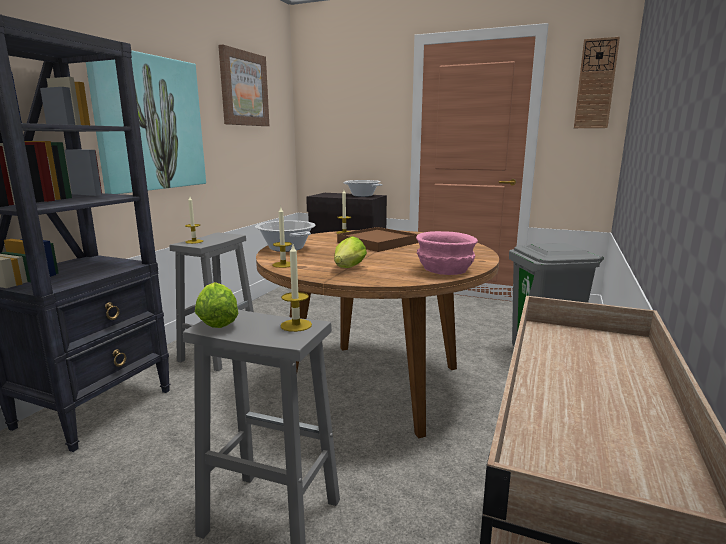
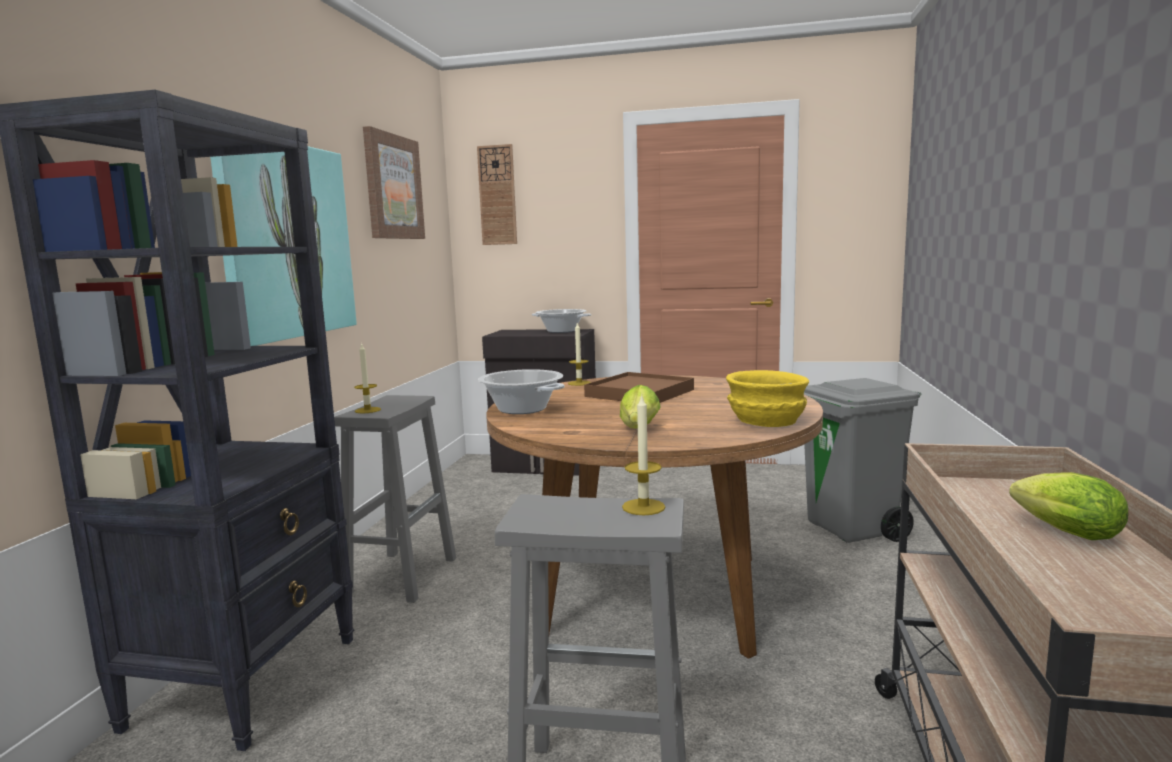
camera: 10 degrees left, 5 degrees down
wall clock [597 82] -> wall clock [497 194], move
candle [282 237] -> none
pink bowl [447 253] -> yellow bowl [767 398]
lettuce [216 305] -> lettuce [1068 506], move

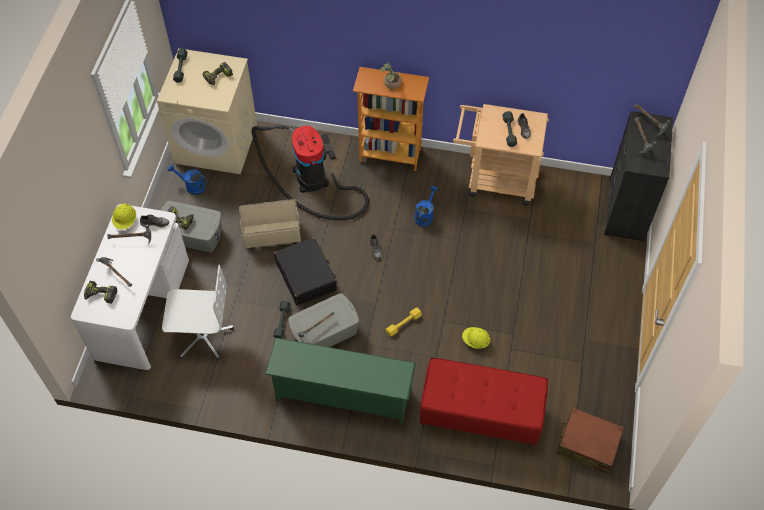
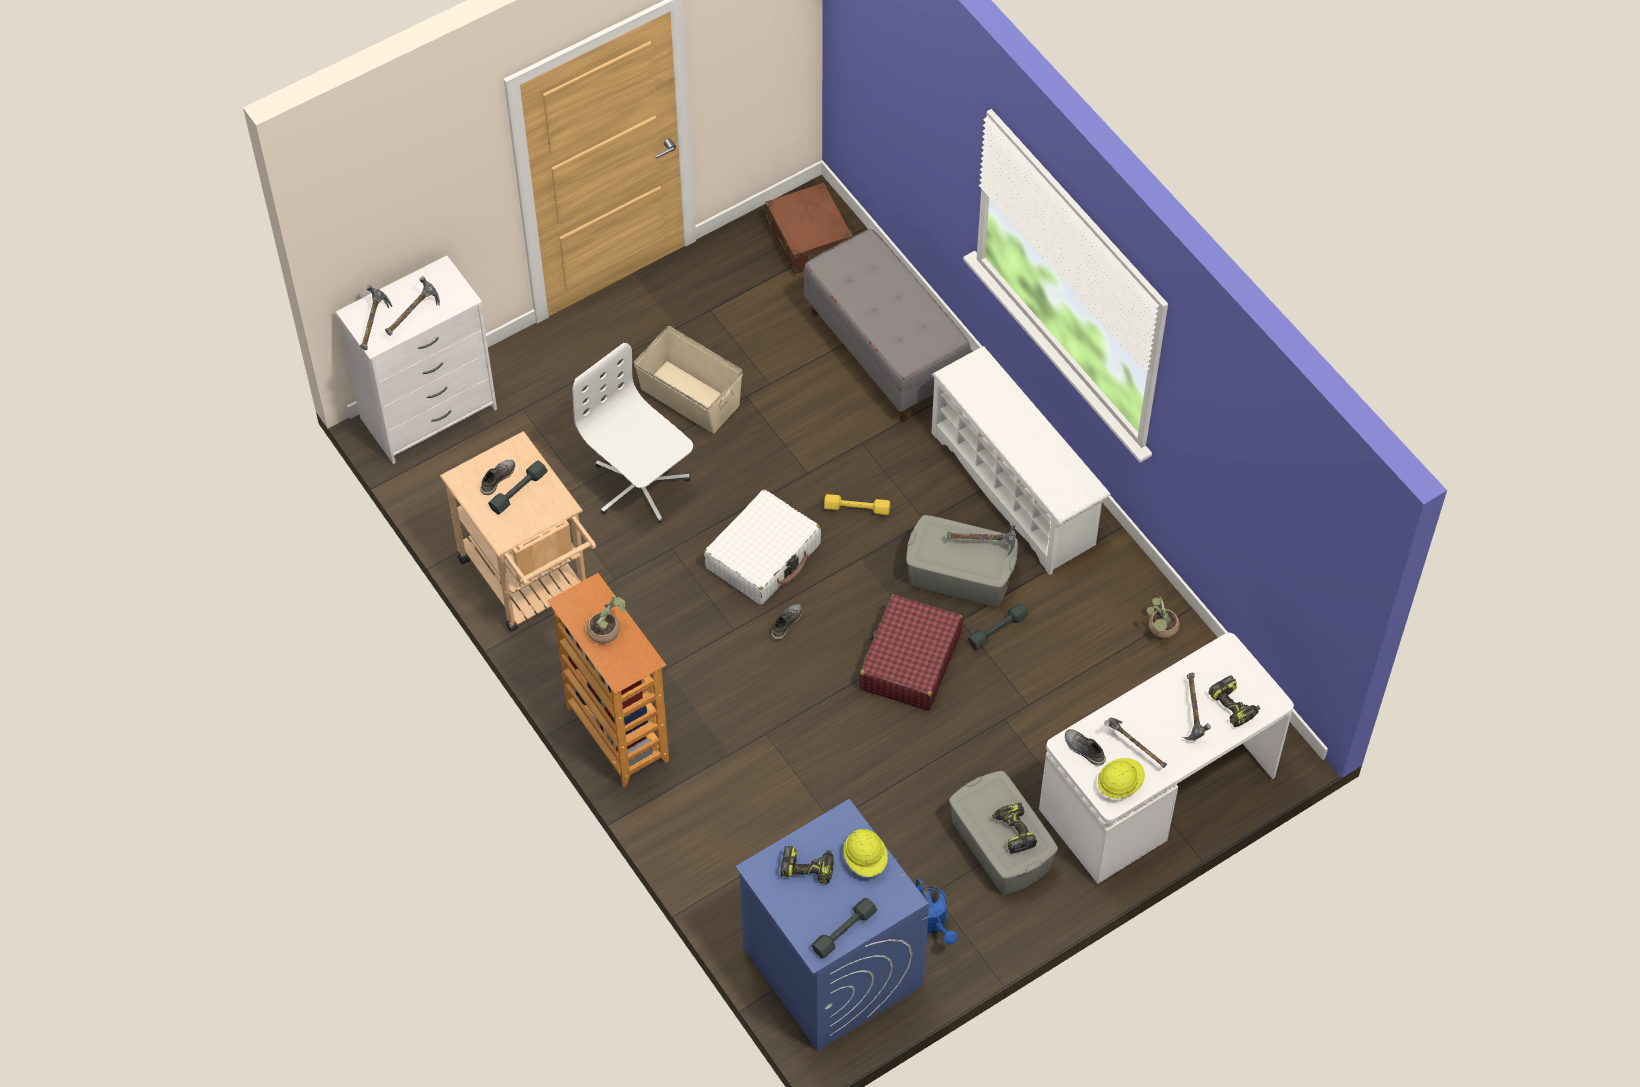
camera: 135 degrees left, 0 degrees up
beige washing machine [207 111] -> blue washing machine [832 925]
black dresser [638 176] -> white dresser [416 359]
vacuum cleaner [310 173] -> none
blue watering can [426 206] -> none
beige storage box [270 223] -> beige storage box [688 379], move
black suitcase [305 271] -> red suitcase [910 652]
white office chair [198 312] -> white office chair [632 433], move
yellow hard hat [476 338] -> yellow hard hat [866 853], move
green shoe rack [340 381] -> white shoe rack [1021 460]
red bench [484 403] -> grey bench [887 325]
none -> white suitcase [762 547]
none -> potted plant [1163 617]

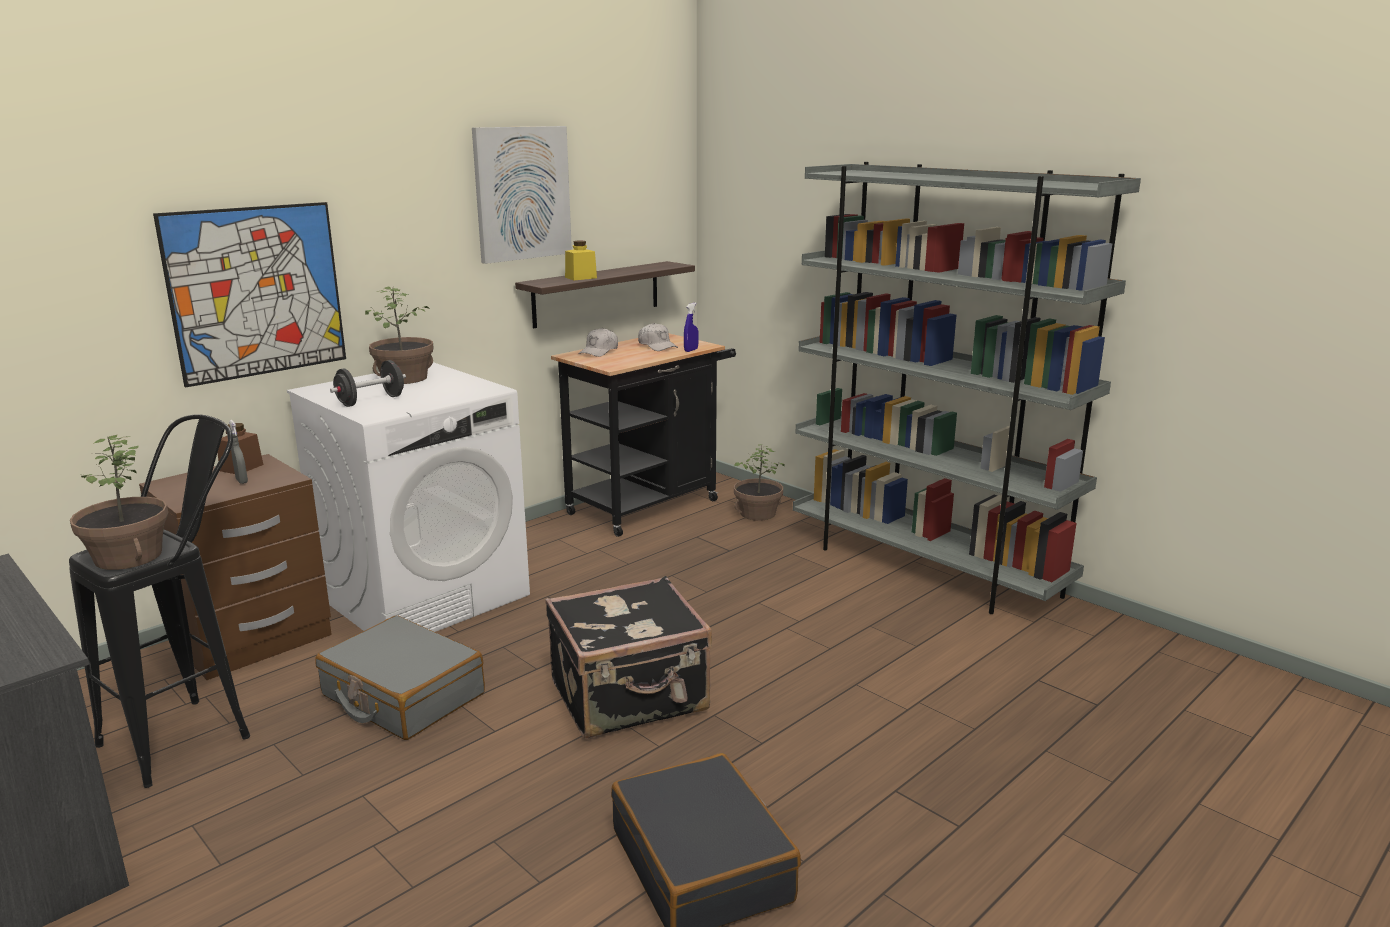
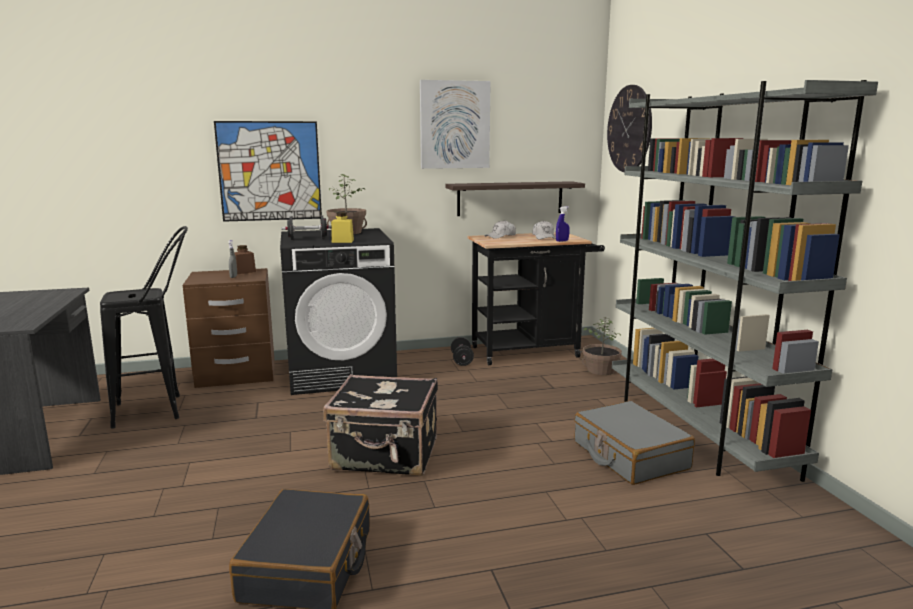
camera: 30 degrees right, 5 degrees down
yellow jar [581 260] -> yellow jar [342 227], move
white washing machine [408 497] -> black washing machine [338 311]
potted plant [119 502] -> none
grey suitcase [400 677] -> grey suitcase [634 443], move
none -> wall clock [629 128]
none -> black dumbbell [462 351]

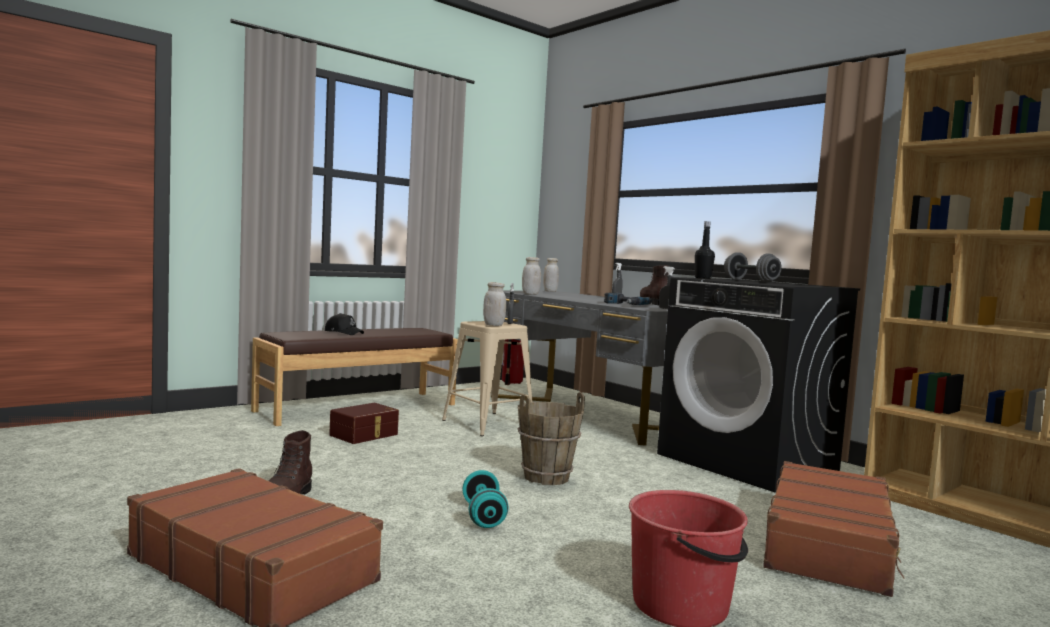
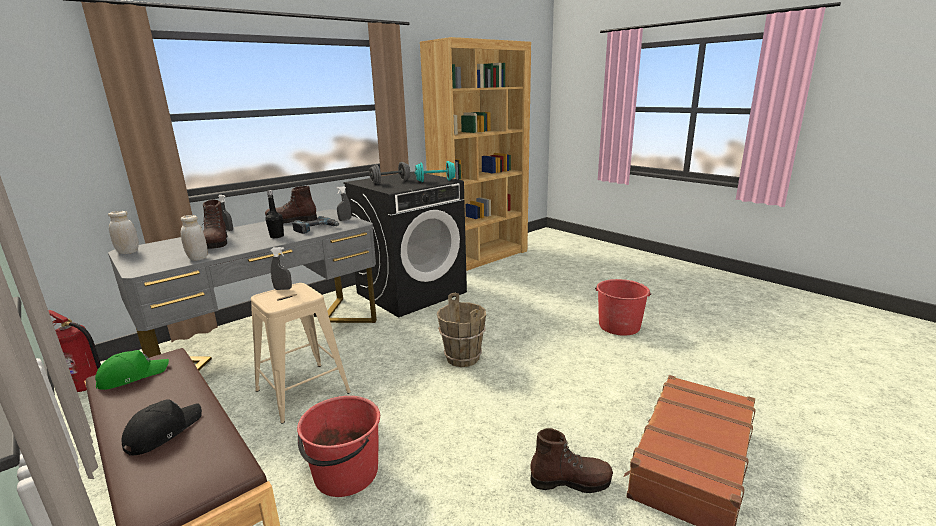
camera: 90 degrees left, 15 degrees up
black bottle [705 250] -> black bottle [274 214], move
white jar [494 304] -> none
brown storage box [364 423] -> red bucket [338 446]
brown suitcase [834 529] -> none
turquoise dumbbell [485 499] -> turquoise dumbbell [435 171], move
none -> brown boot [215 224]
none -> green cap [132 370]

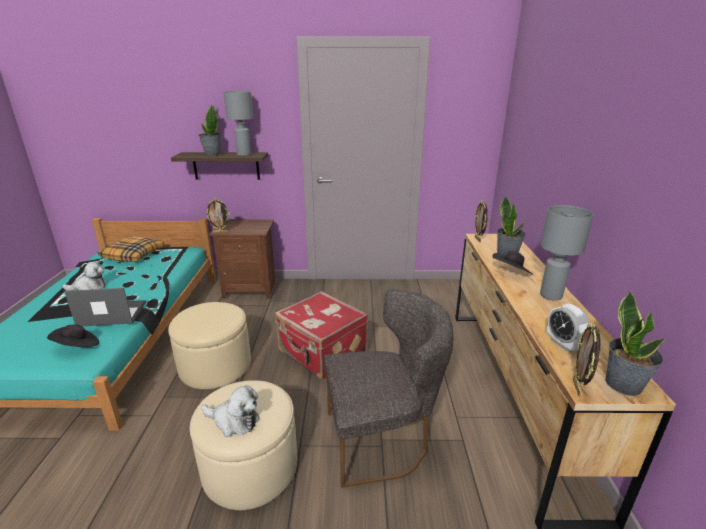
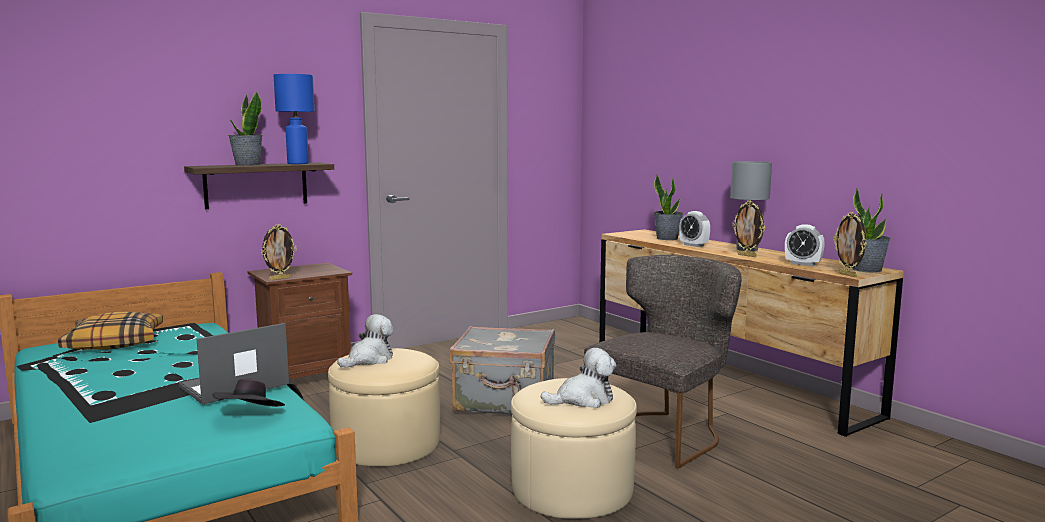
camera: 35 degrees left, 15 degrees down
grey table lamp [238 123] -> blue table lamp [294 119]
picture frame [481 221] -> picture frame [748 229], move
black hat [512 262] -> alarm clock [694 229]
plush toy [84 276] -> plush toy [365 341], move
red suitcase [321 336] -> grey suitcase [502 370]

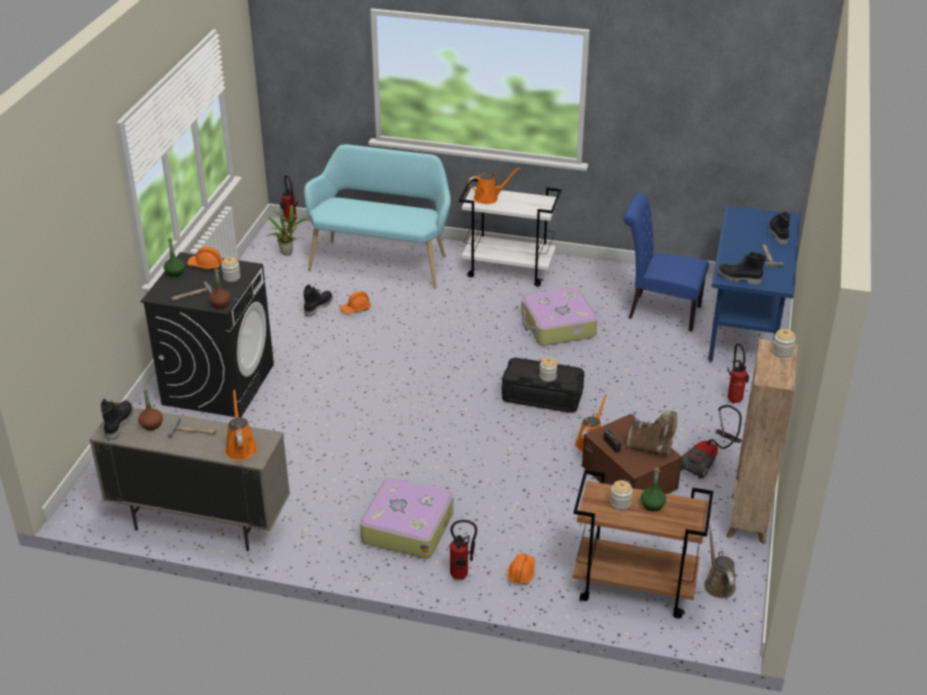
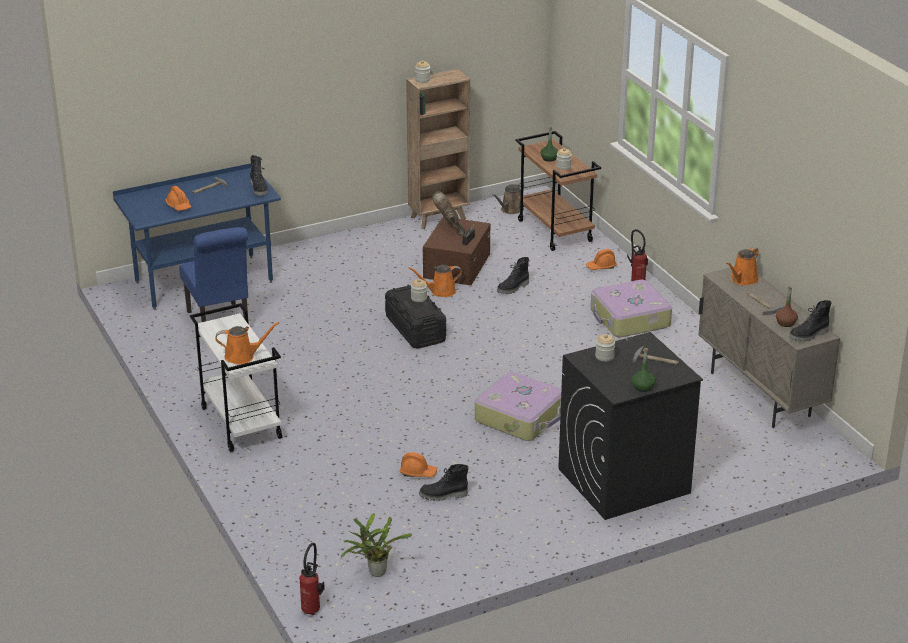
camera: 130 degrees left, 5 degrees down
turquoise bench [377 216] -> none
orange watering can [494 186] -> orange watering can [247 343], 135 degrees clockwise
black boot [780 228] -> black boot [513 275], move
orange hard hat [205 259] -> orange hard hat [178 198], move
brown bottle [220 289] -> none
suitcase [559 316] -> suitcase [518 406], move
fire extinguisher [738 373] -> none
vacuum cleaner [711 442] -> none

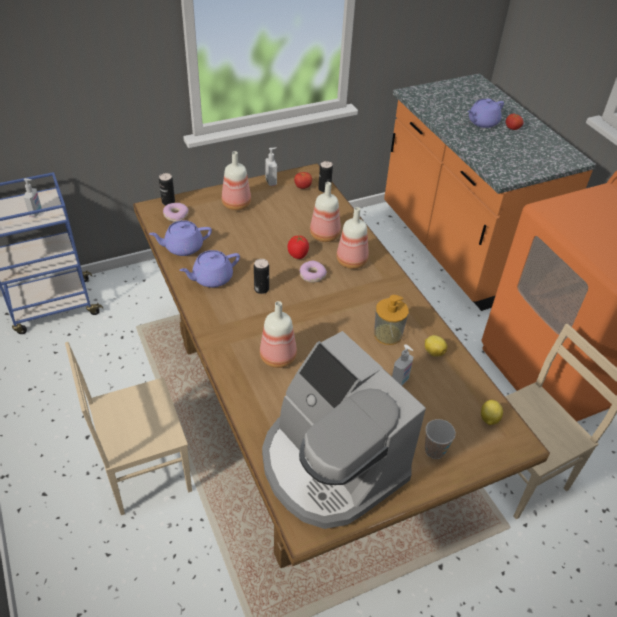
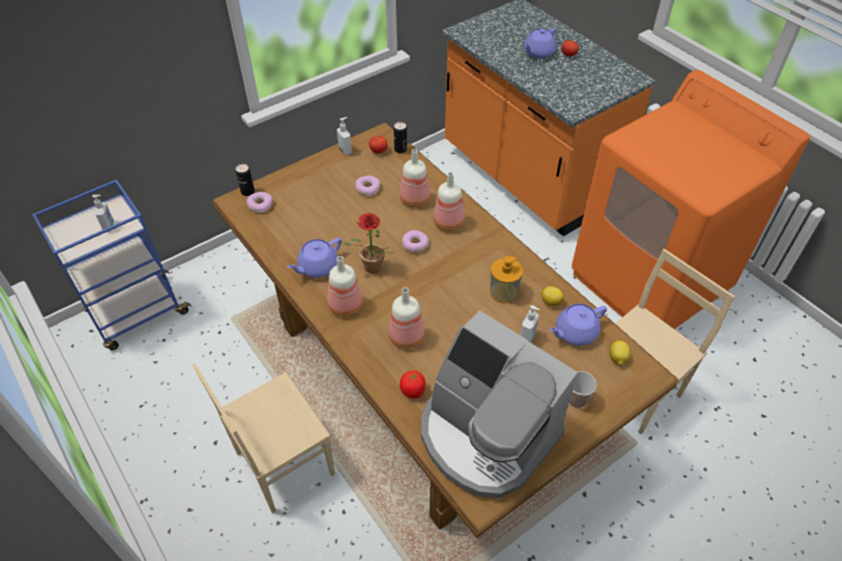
camera: 10 degrees left, 5 degrees up
bottle [236 180] -> bottle [345 286], move
purple teapot [180 238] -> purple teapot [578 324], move
tomato [298 247] -> tomato [413 384], move
can [261 276] -> potted plant [368 243]
none -> donut [367 186]

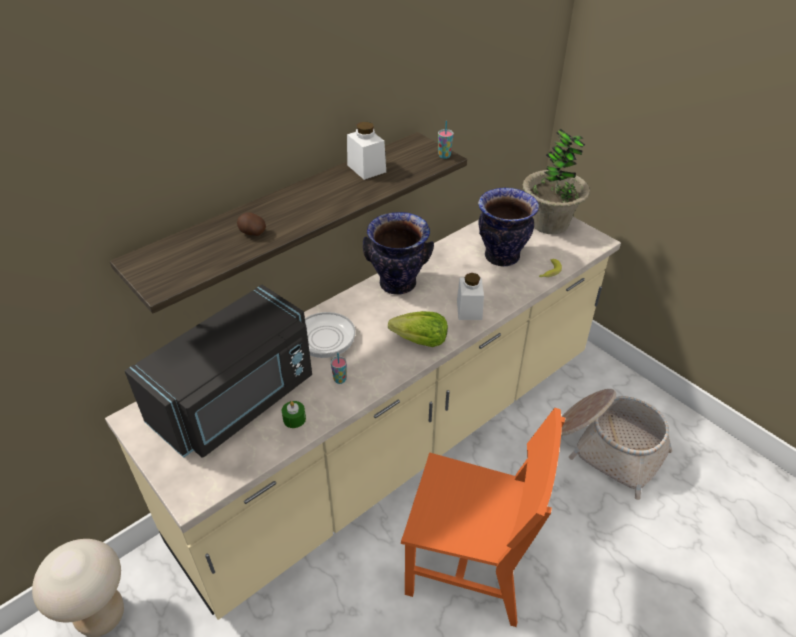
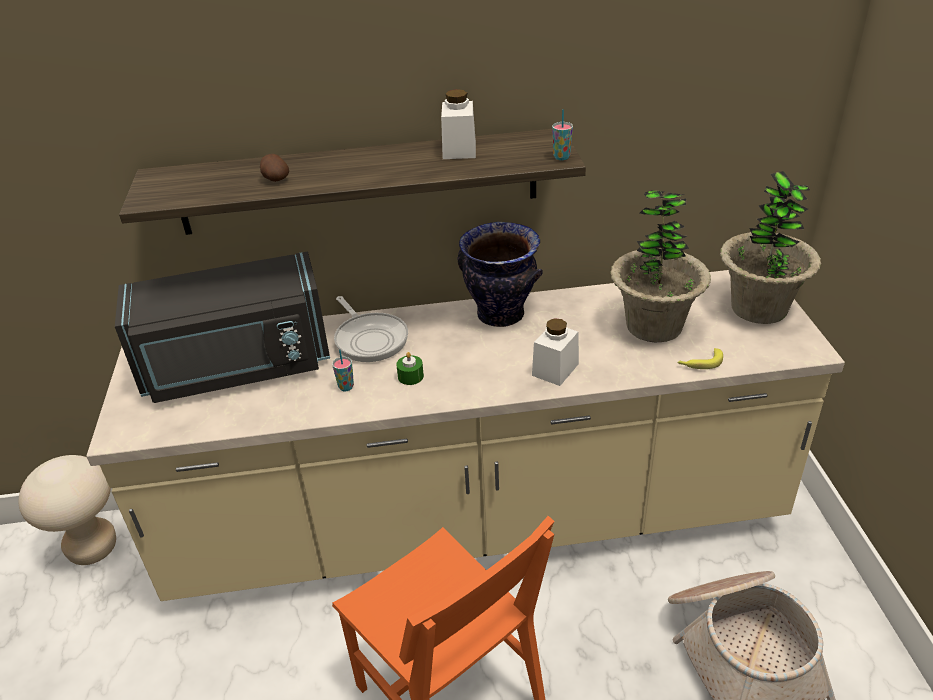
camera: 35 degrees right, 5 degrees down
vase [508 227] -> potted plant [660 266]
lettuce [418 329] -> none
green candle [294 414] -> green candle [410 368], move

